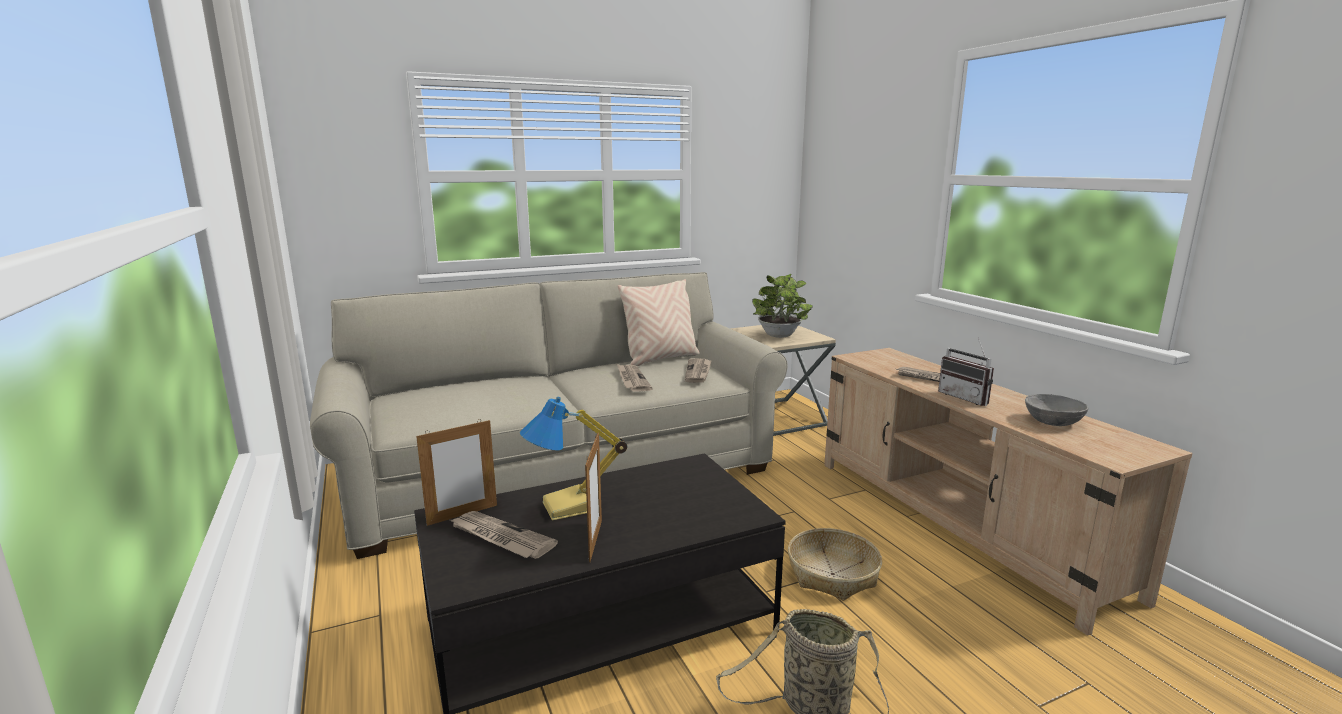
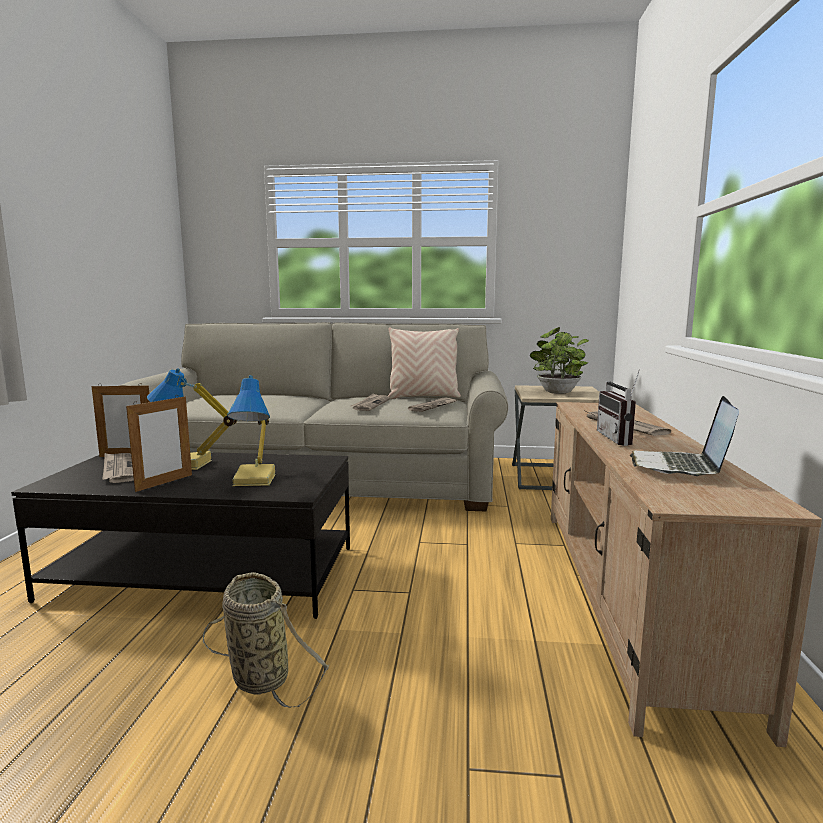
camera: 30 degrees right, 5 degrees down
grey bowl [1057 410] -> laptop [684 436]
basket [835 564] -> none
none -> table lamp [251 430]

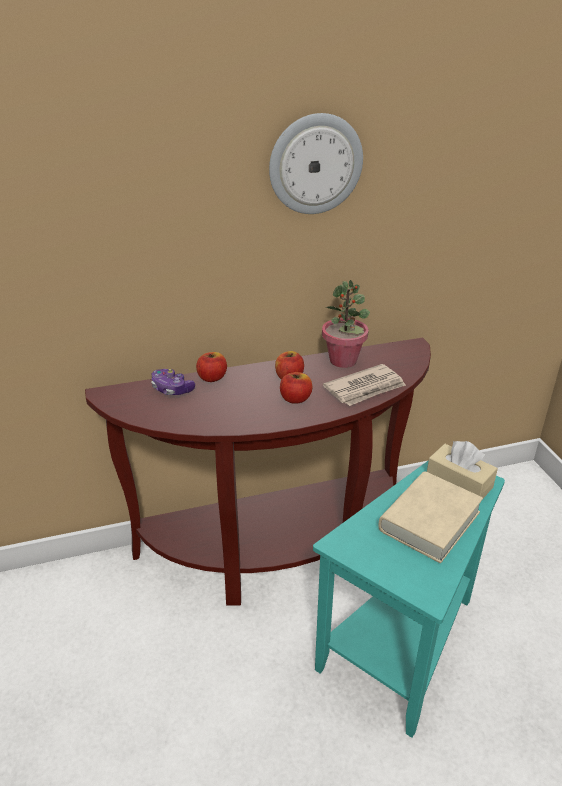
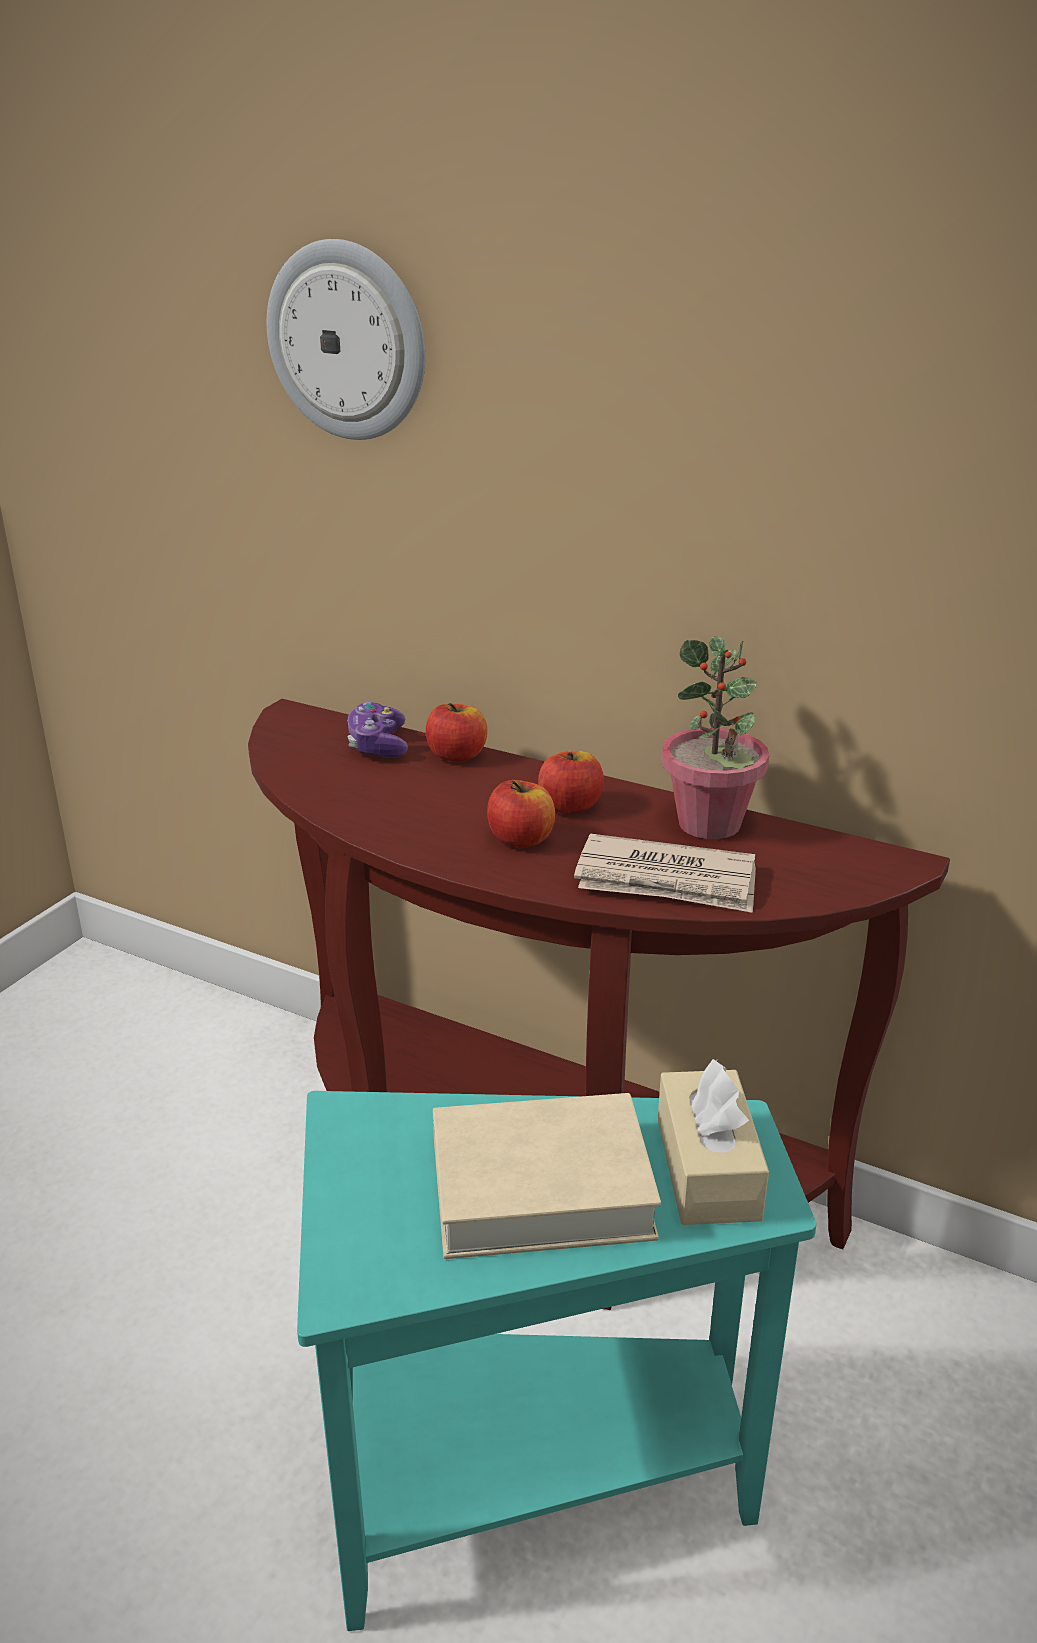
camera: 45 degrees right, 5 degrees down
wall clock [316 163] -> wall clock [346 339], move

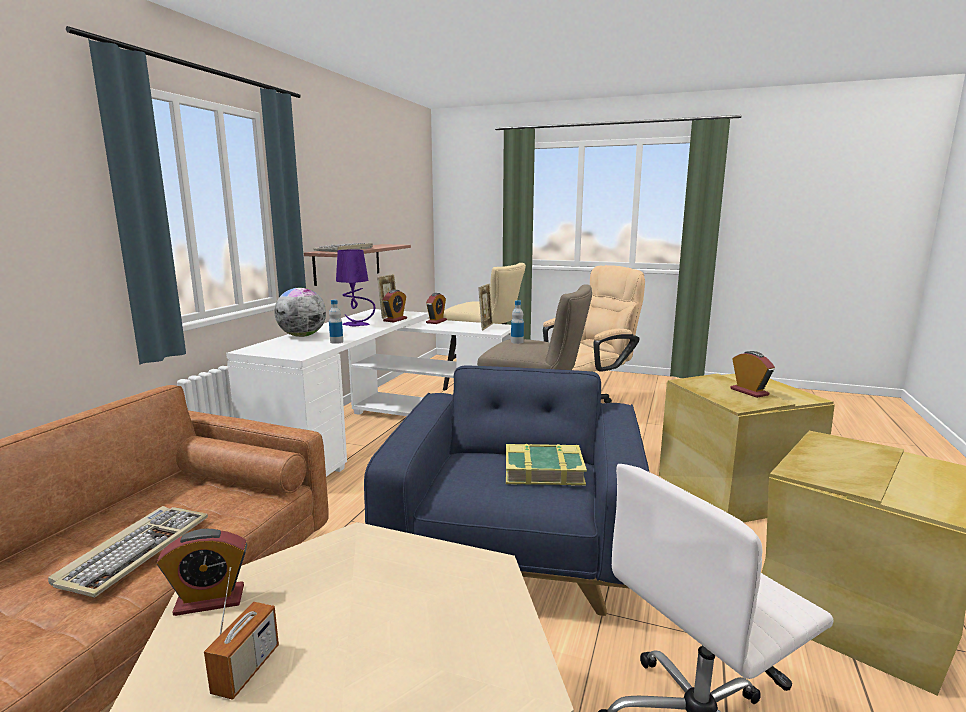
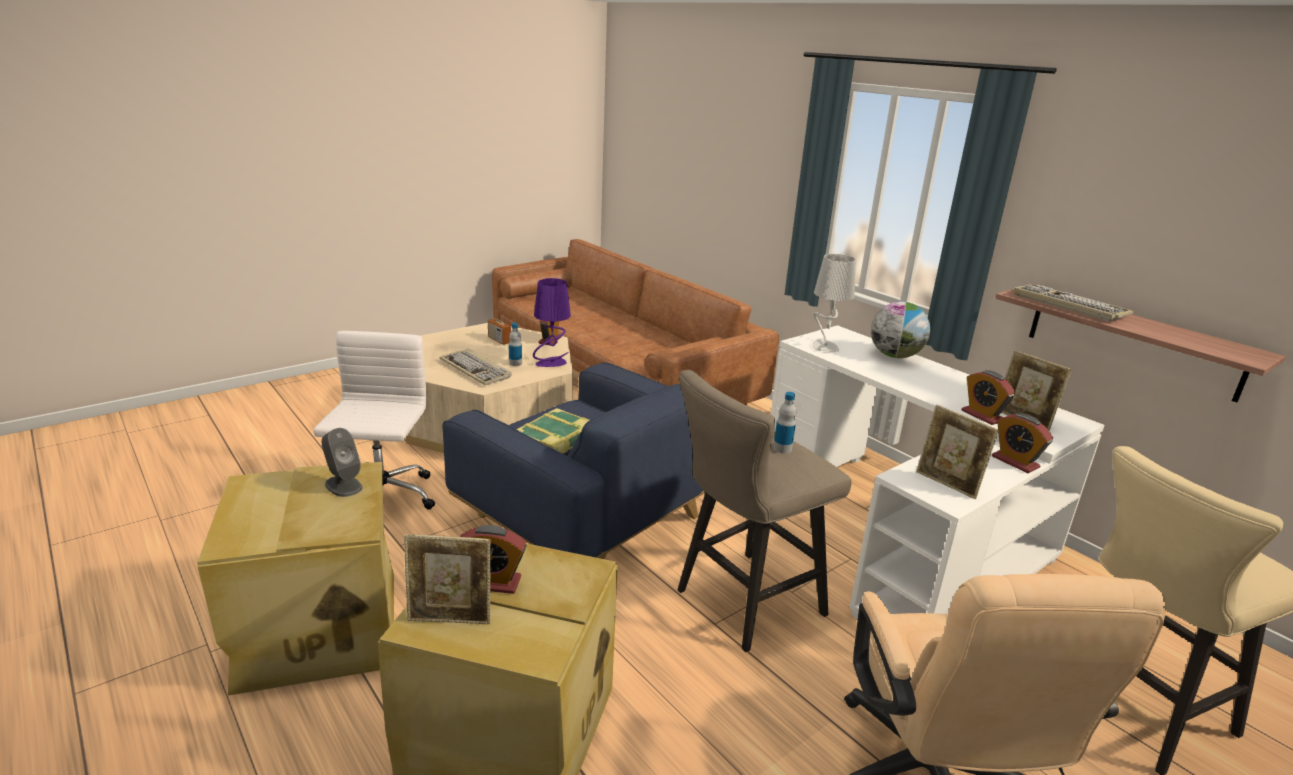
camera: 120 degrees right, 10 degrees up
purple table lamp [355 287] -> purple table lamp [552 322], move
bottle [336 322] -> bottle [515 344], move
keyboard [128 552] -> keyboard [476 367], move
none -> grey table lamp [834 302]
none -> grey speaker [342 462]
none -> picture frame [447 579]

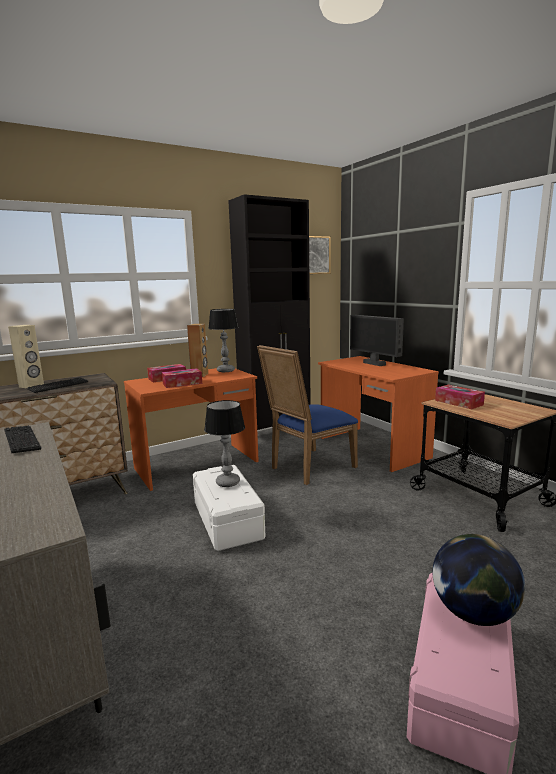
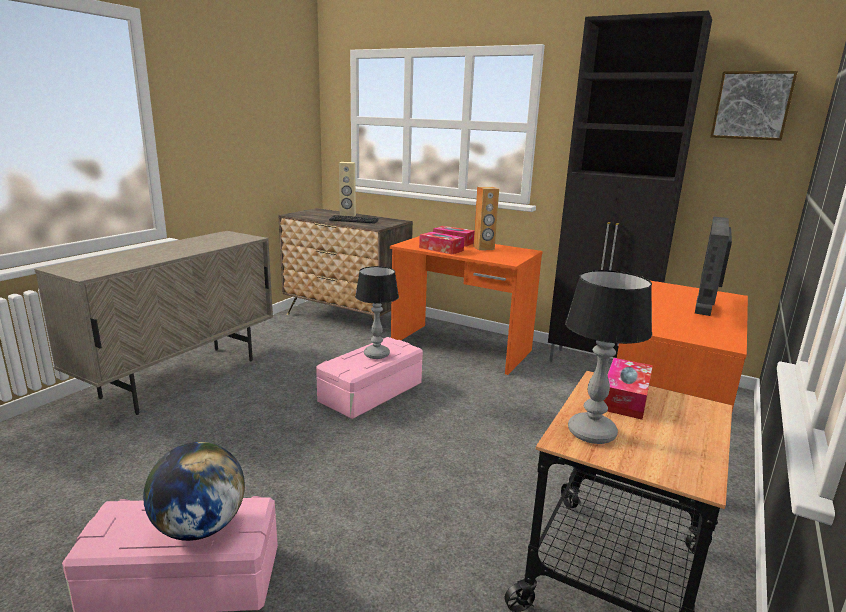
camera: 60 degrees right, 5 degrees up
table lamp [223 340] -> table lamp [608 357], move
blue chair [307 415] -> none
keyboard [22 439] -> none
white storage box [229 508] -> pink storage box [369 378]

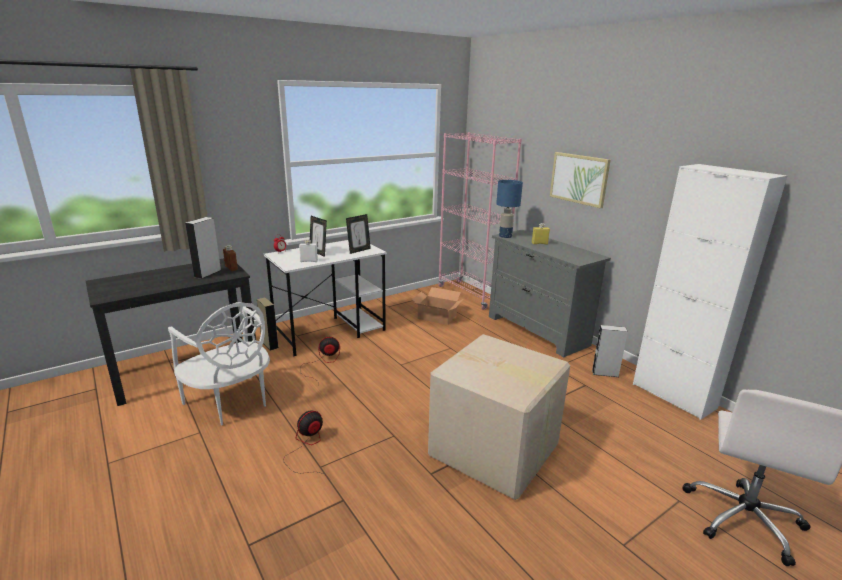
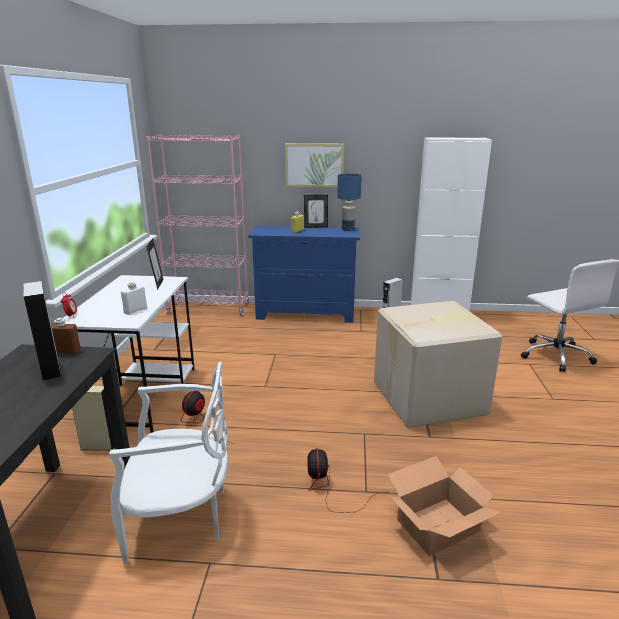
camera: 50 degrees left, 0 degrees up
blue table lamp [509 209] -> blue table lamp [349 202], move
picture frame [318 236] -> picture frame [316 211], move
grey dresser [550 293] -> blue dresser [304 274]
cardboard box [437 306] -> cardboard box [444 506], move

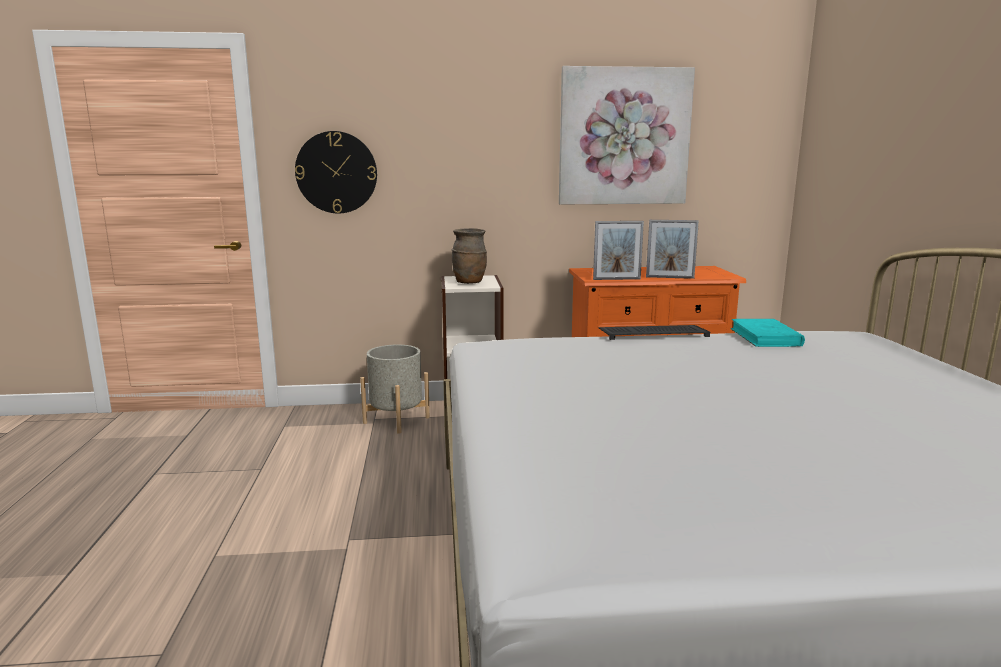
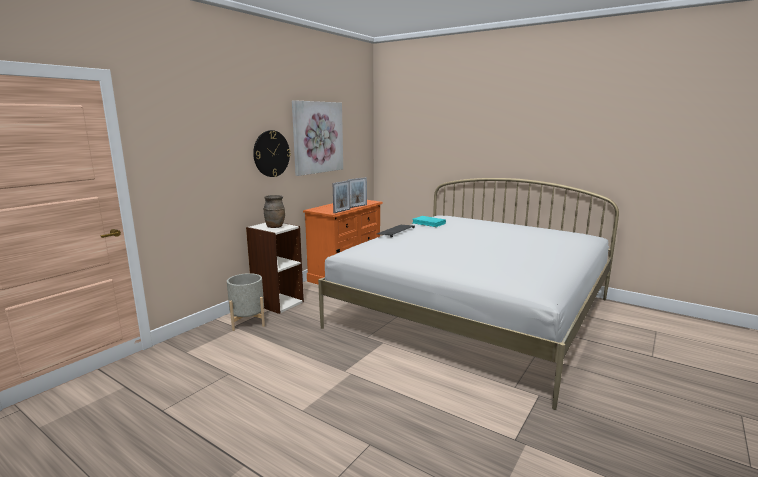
camera: 50 degrees left, 0 degrees up
wall clock [336 172] -> wall clock [272 153], move

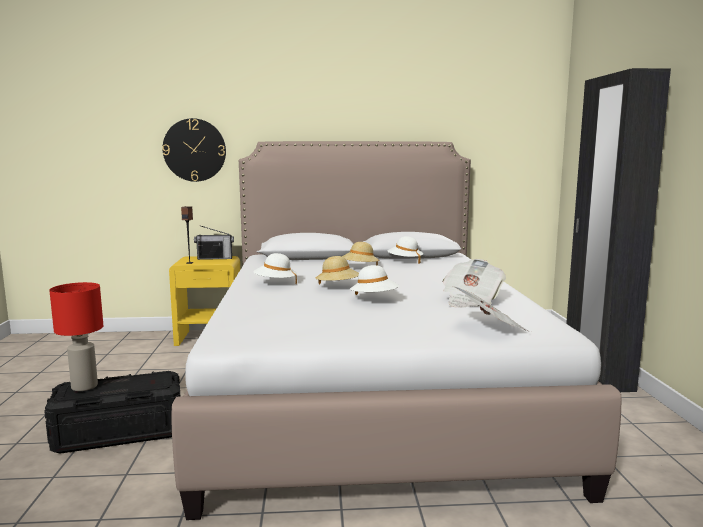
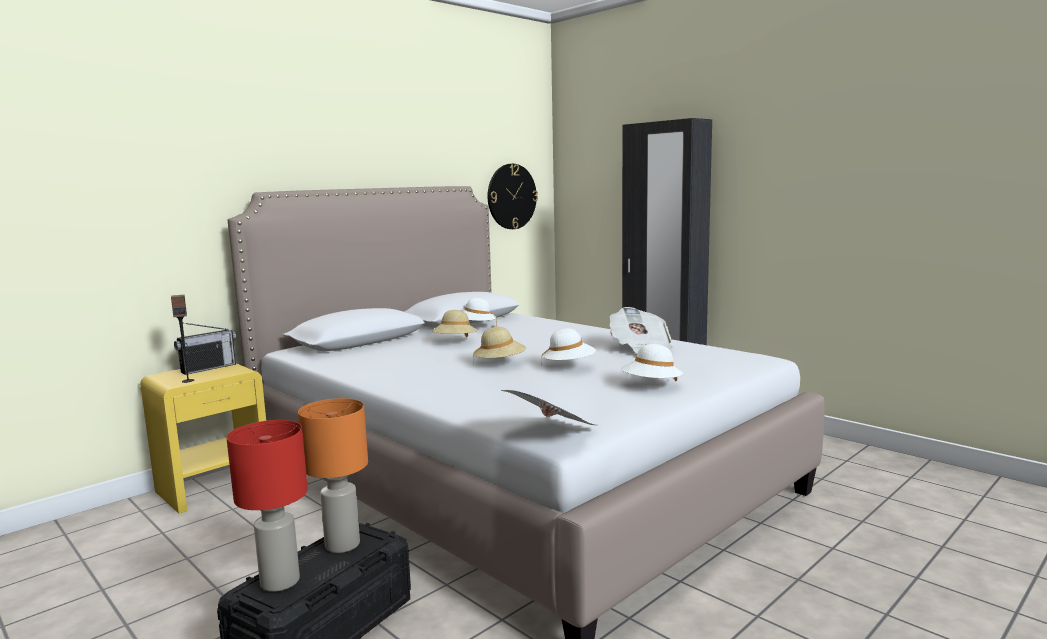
camera: 40 degrees left, 0 degrees up
wall clock [194 150] -> wall clock [512 196], move
white hat [275 268] -> white hat [652 362], move
newspaper [492 309] -> newspaper [547 407], move
none -> orange table lamp [333 475]

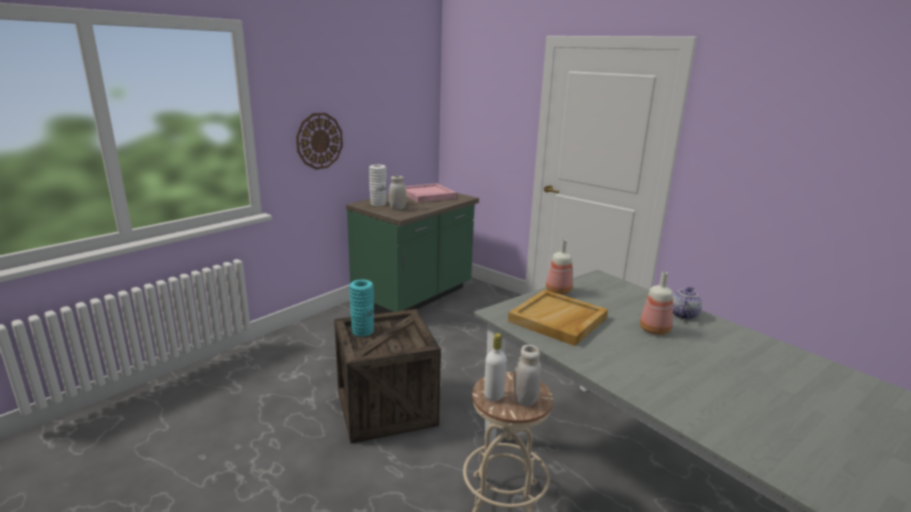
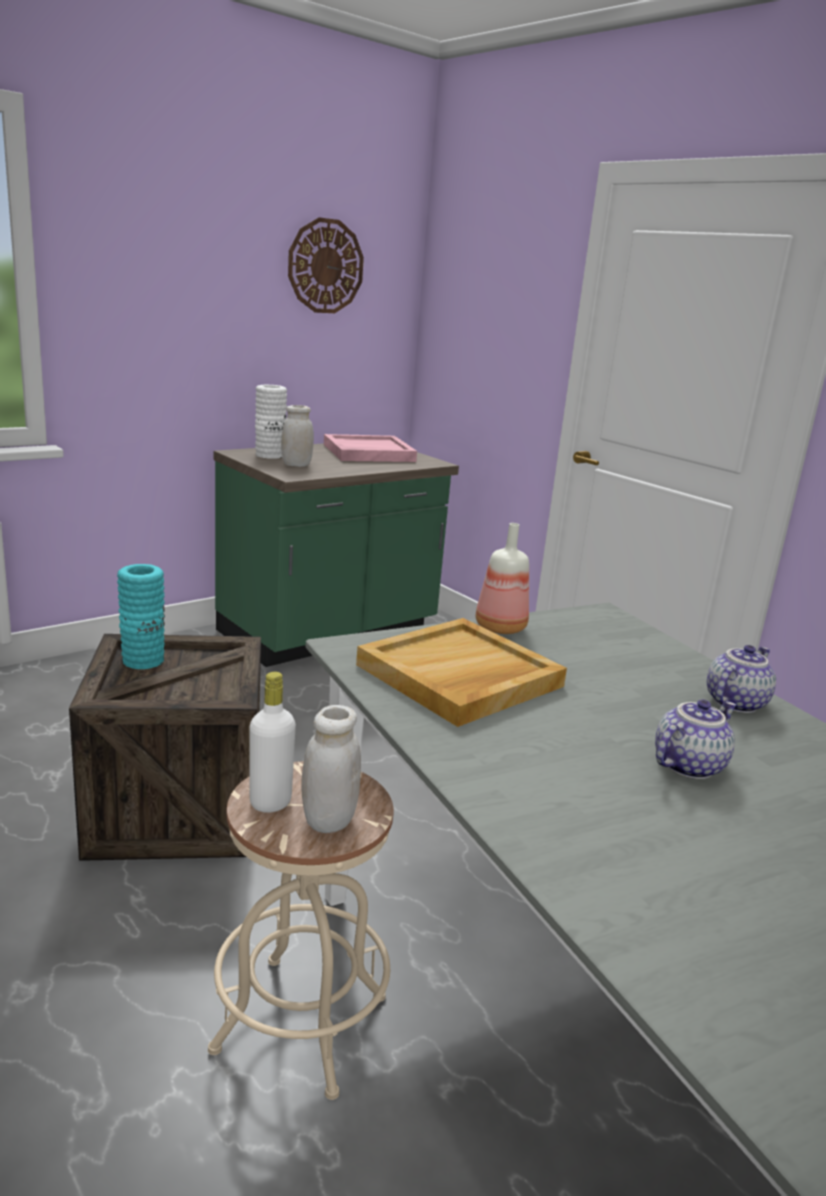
camera: 10 degrees right, 0 degrees up
wall clock [319 141] -> wall clock [326 265], move
bottle [656 303] -> none
none -> teapot [695 739]

